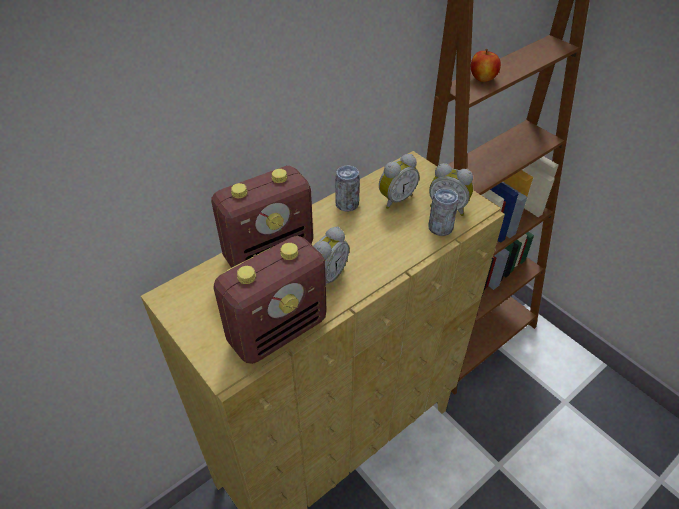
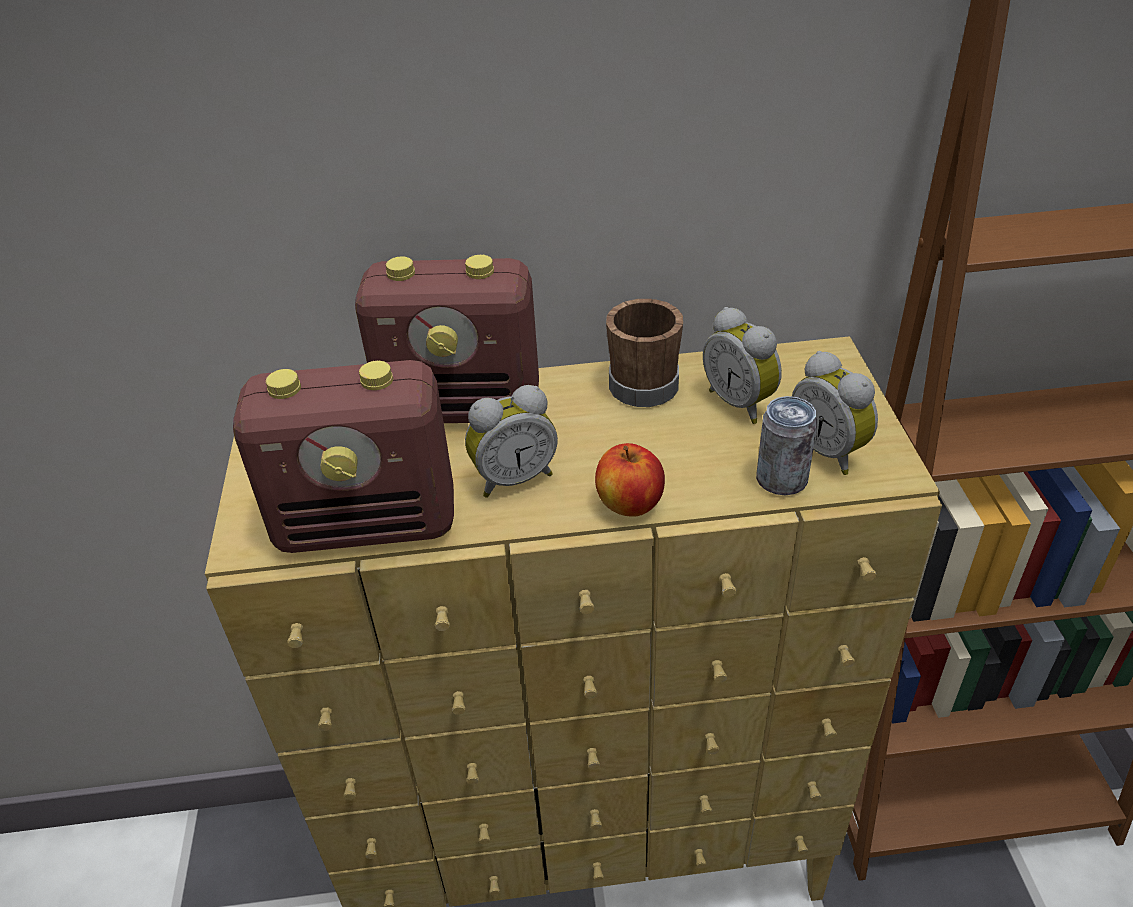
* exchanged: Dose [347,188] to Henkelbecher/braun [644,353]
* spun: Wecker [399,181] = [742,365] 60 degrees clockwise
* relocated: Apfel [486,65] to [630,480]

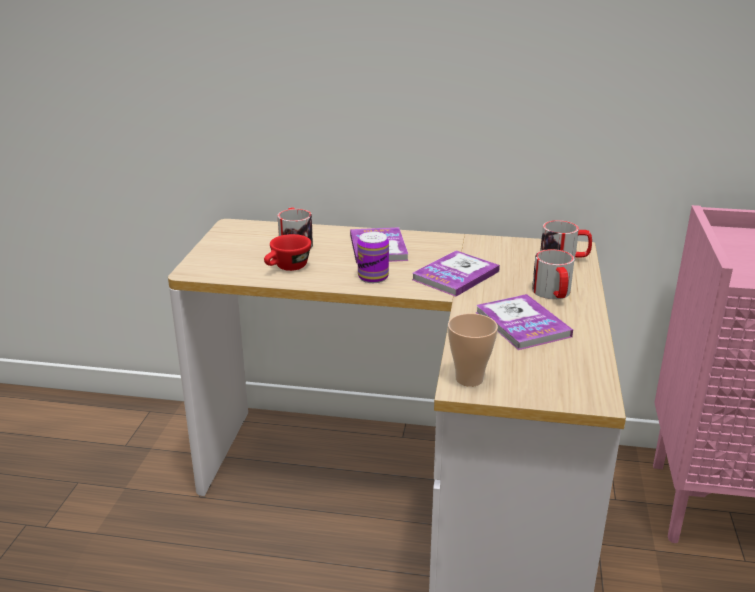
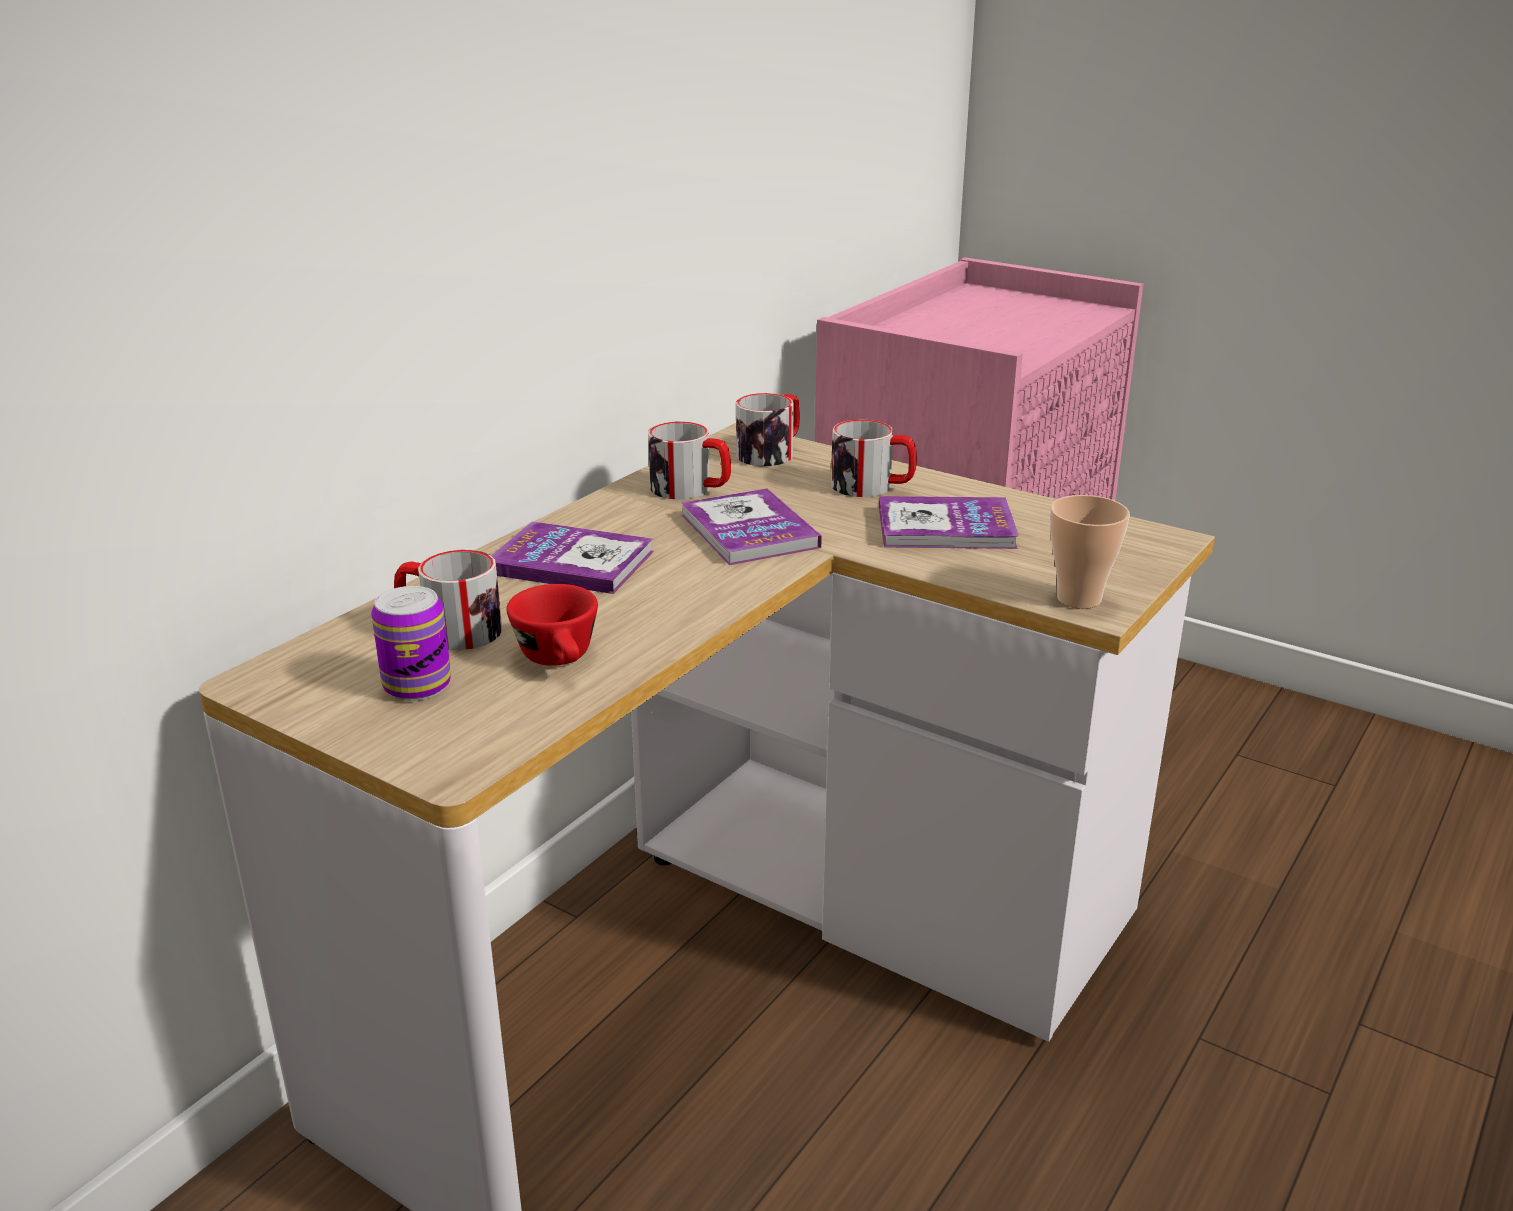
* relocated: Dose [373,257] to [411,643]
* appeared: Henkelbecher [689,460]

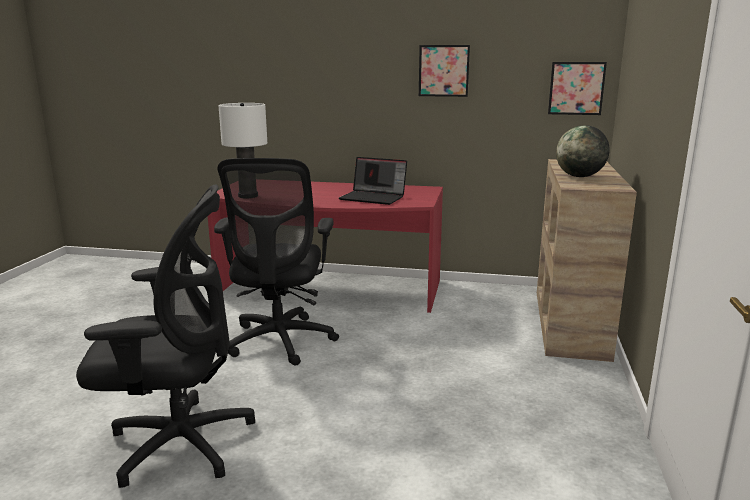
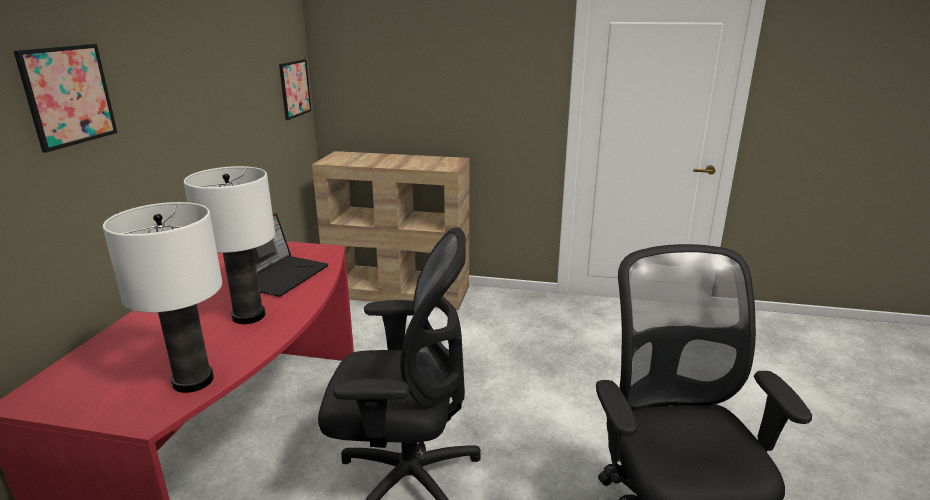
* relocated: Bild [444,71] to [65,98]
* missing: Globus [583,151]
* appeared: Tischlampe/weiß [229,245]

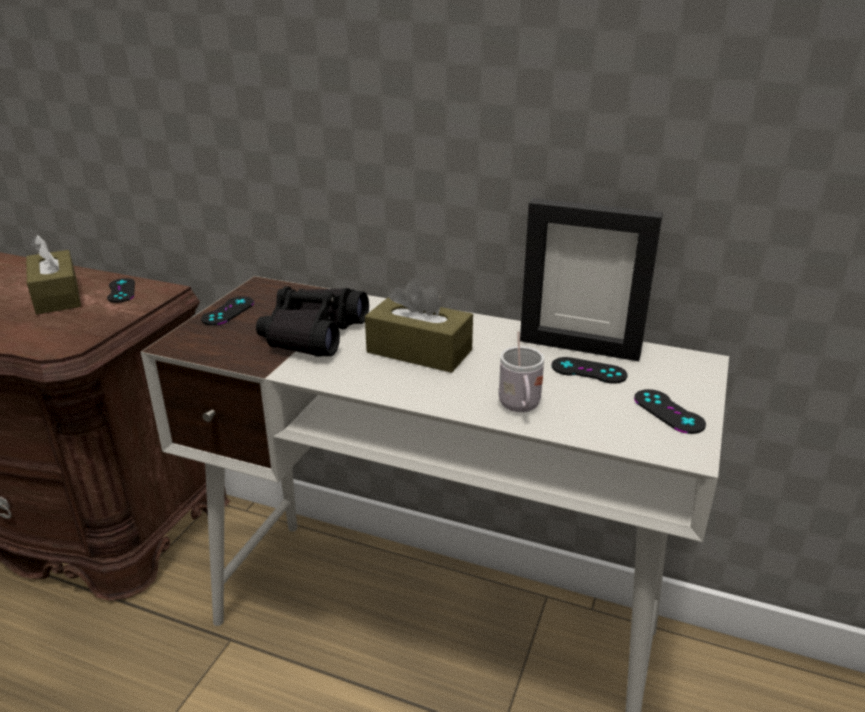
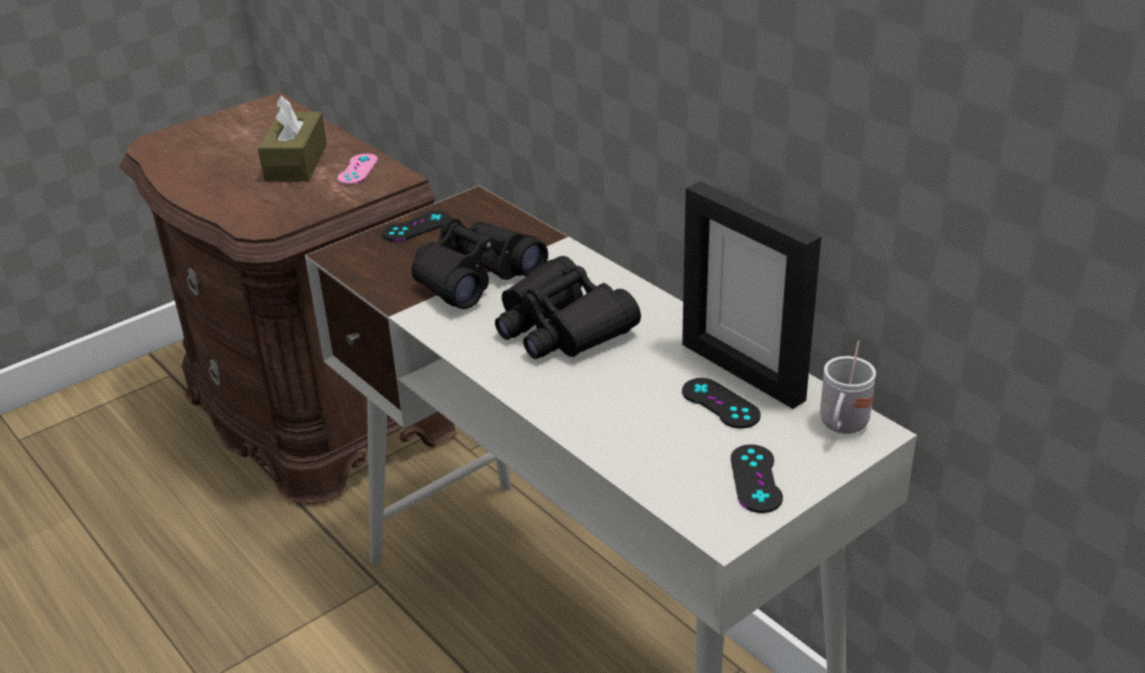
* colour: Gamepad/schwarz [121,290] to Gamepad/rosa [357,169]
* exchanged: Taschentuchbox/braun [419,325] to Fernglas/schwarz [568,307]
* relocated: Henkelbecher/weiß [521,372] to [848,387]

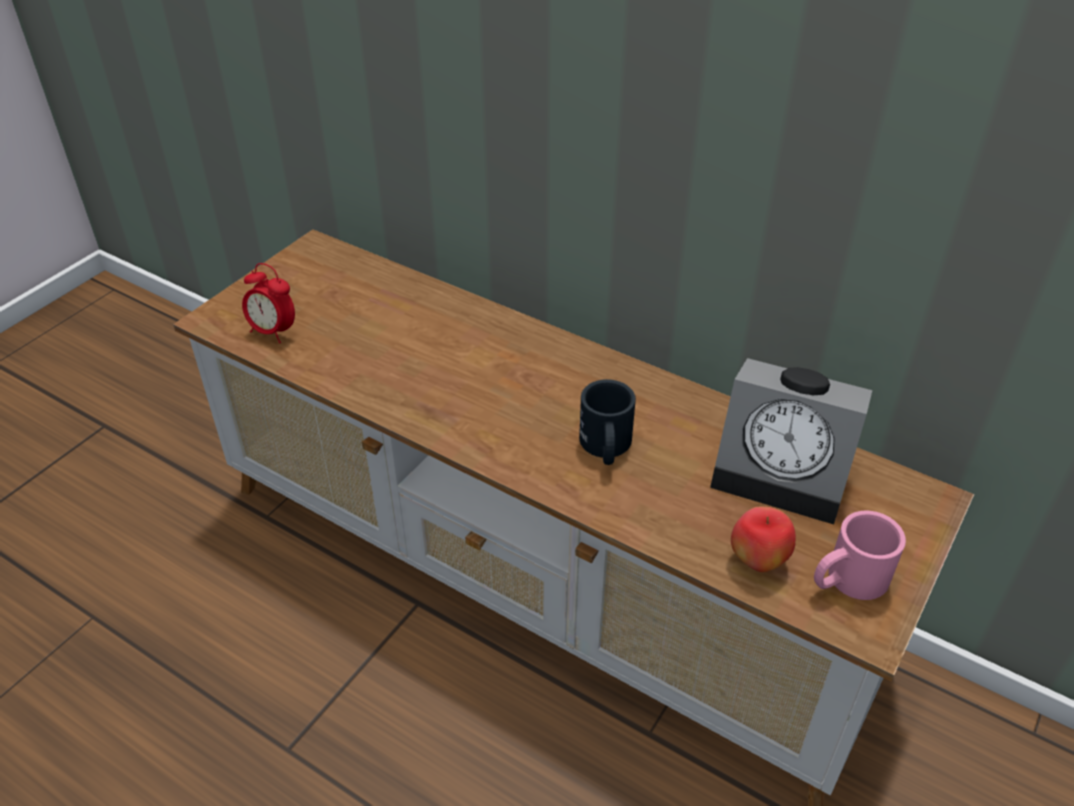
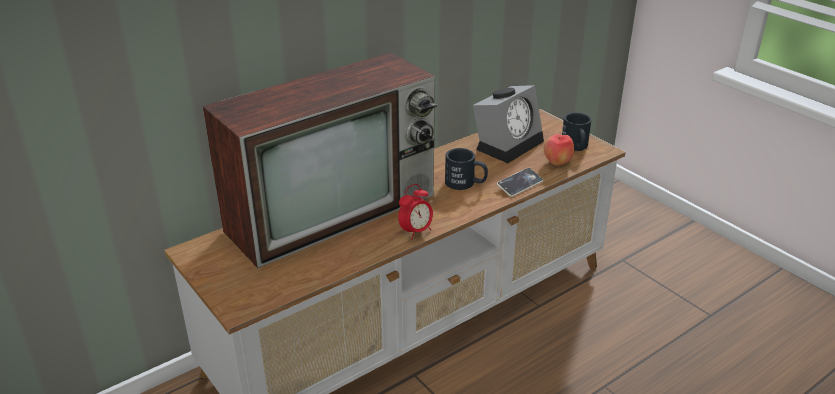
* relocated: Wecker [268,303] to [415,212]
* colour: Henkelbecher/rosa [860,555] to Henkelbecher/schwarz [576,131]
* appeared: Fernseher [320,160]
* appeared: Handy [520,182]

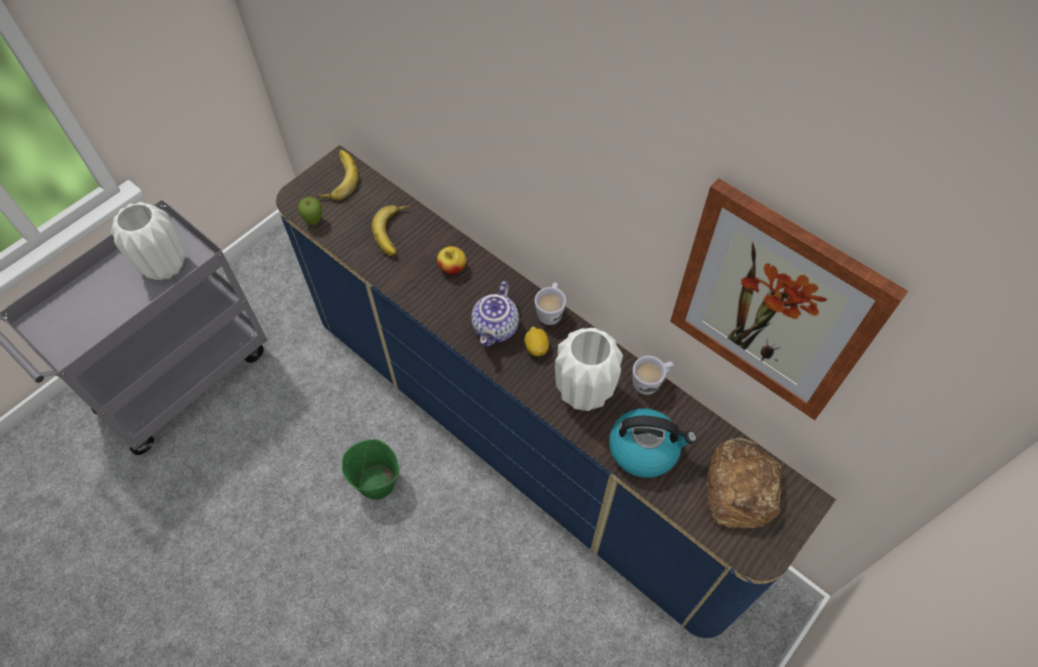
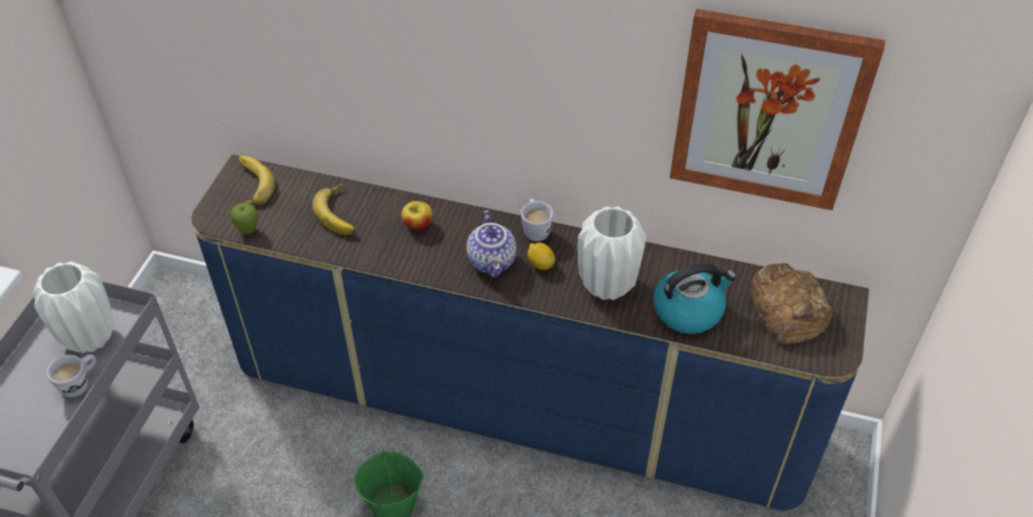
* relocated: Henkelbecher/weiß [653,375] to [71,376]

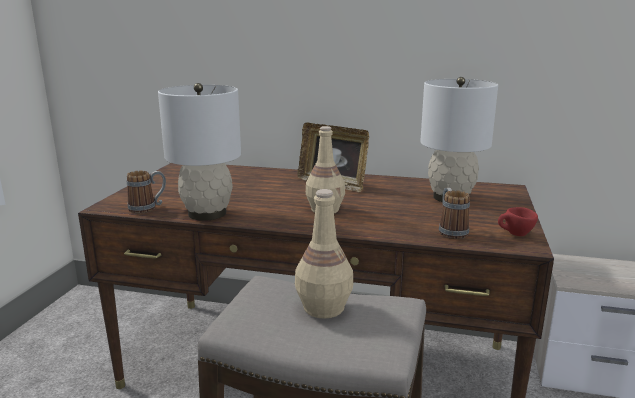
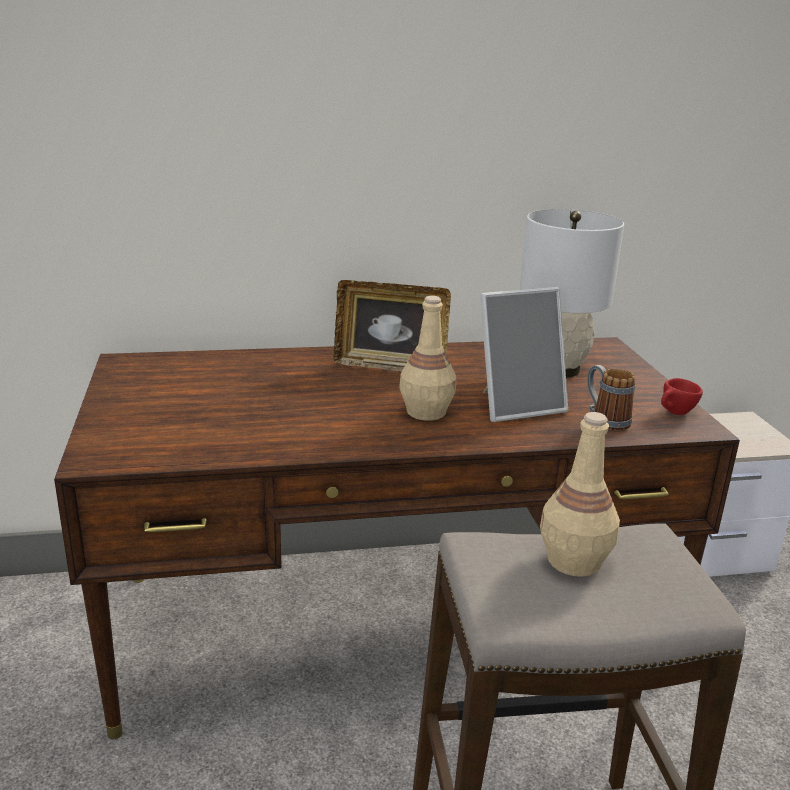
* missing: Henkelbecher [146,192]
* missing: Tischlampe/weiß [199,152]
* appeared: Bilderrahmen [524,354]

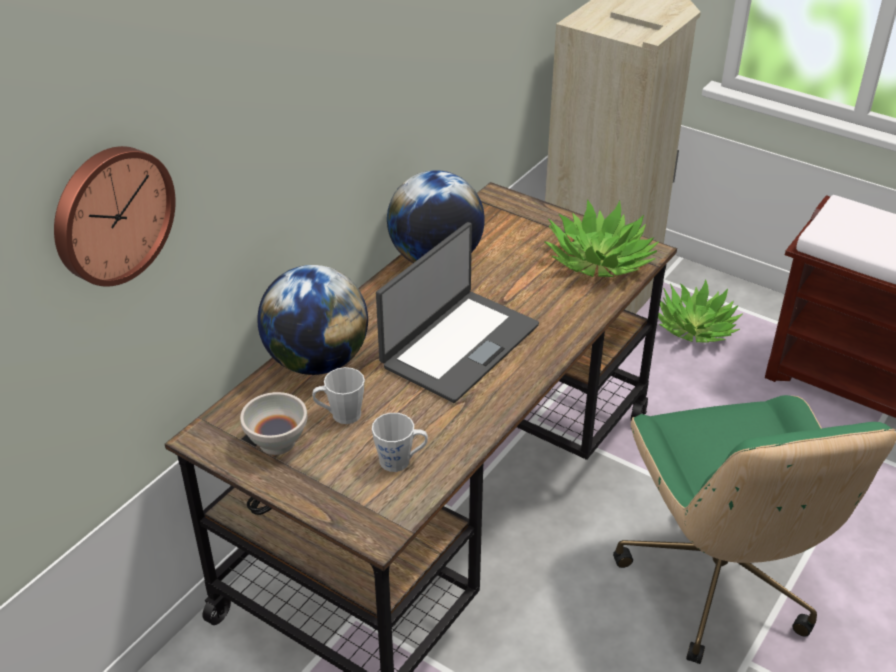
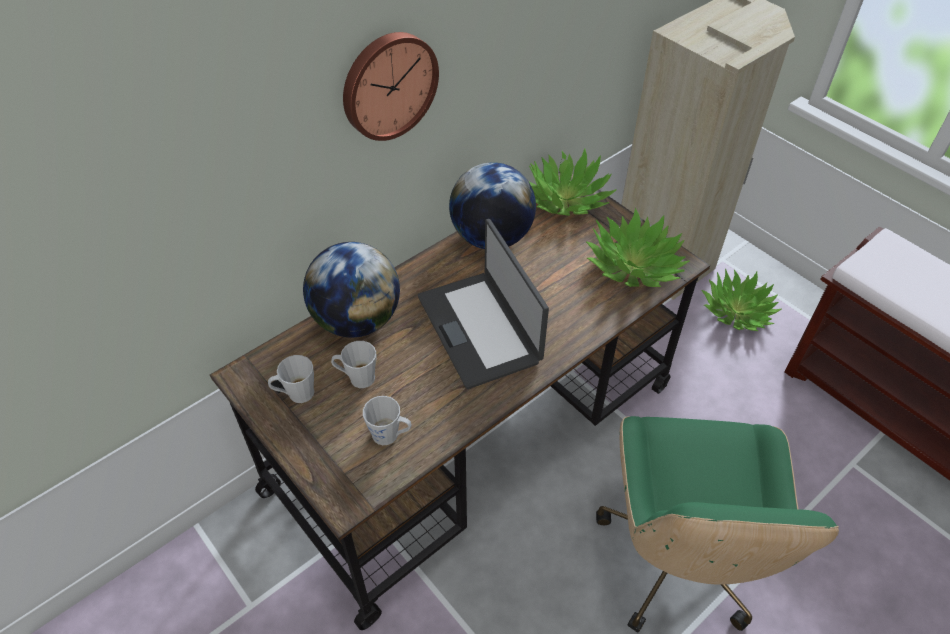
* relocated: Wanduhr [115,216] to [391,86]
* exchanged: Schüssel/weiß [273,423] to Henkelbecher/grau [291,379]
* spun: Laptop [457,312] = [483,304] 105 degrees clockwise
* appeared: Topfpflanze [573,182]

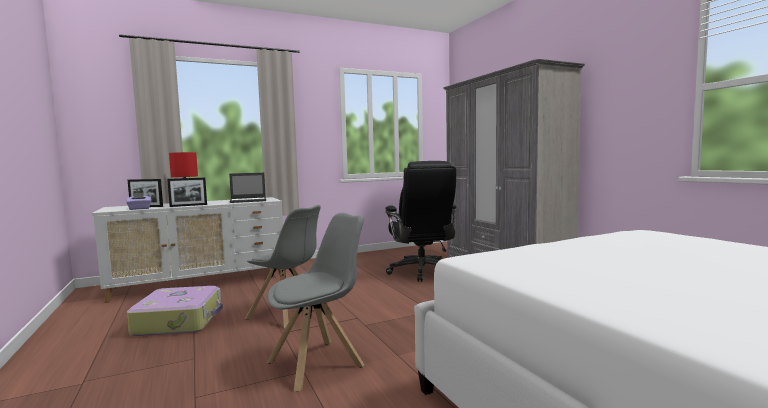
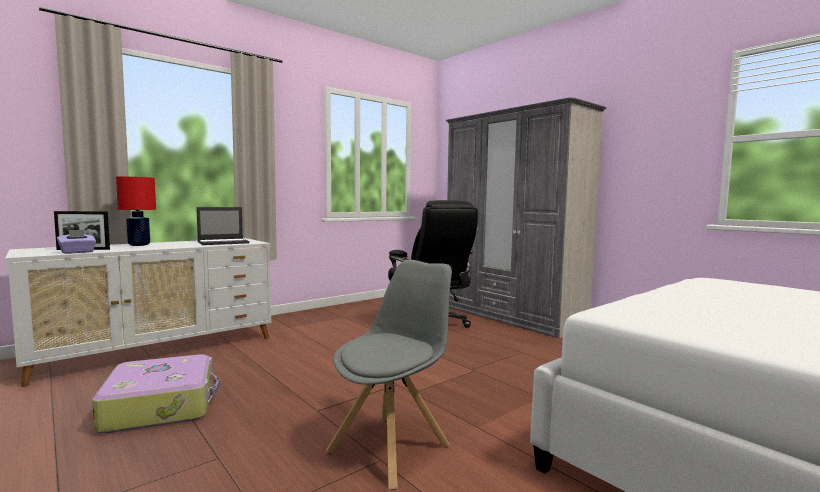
* missing: Bilderrahmen [187,192]
* missing: Stuhl/grau [283,267]

